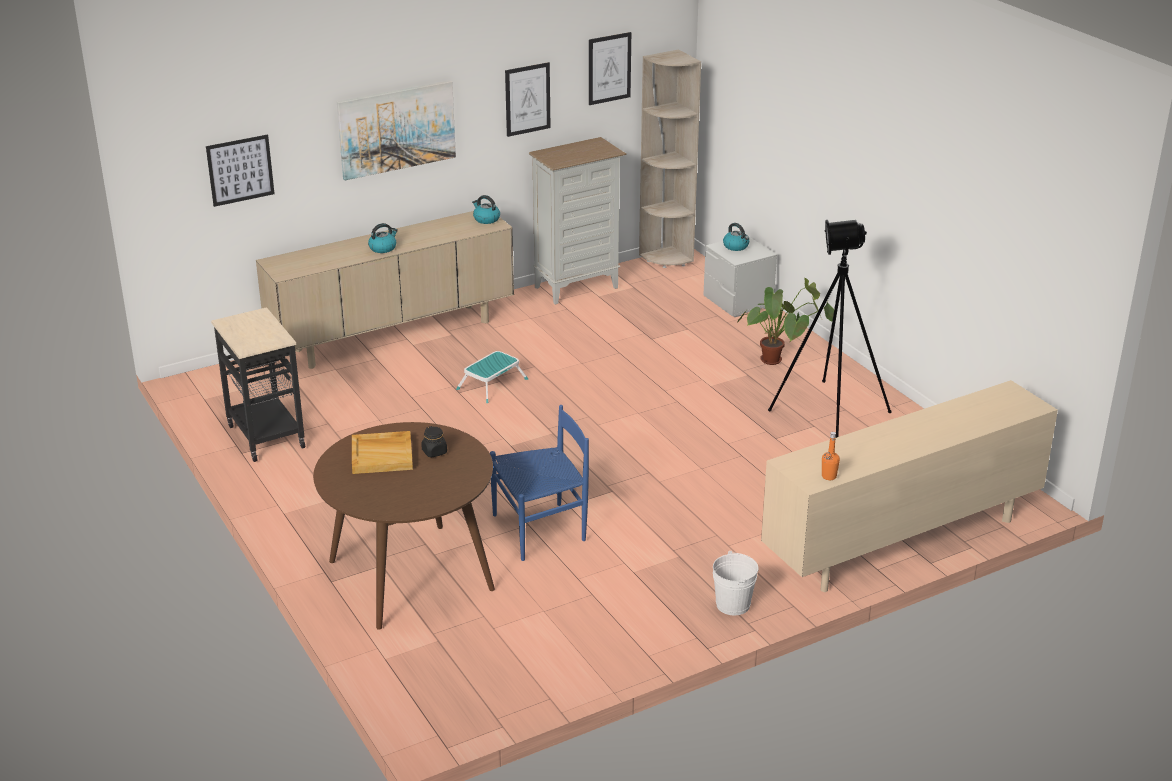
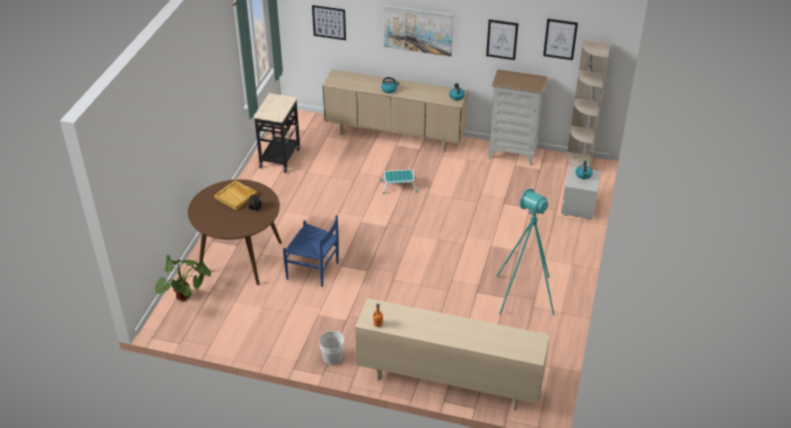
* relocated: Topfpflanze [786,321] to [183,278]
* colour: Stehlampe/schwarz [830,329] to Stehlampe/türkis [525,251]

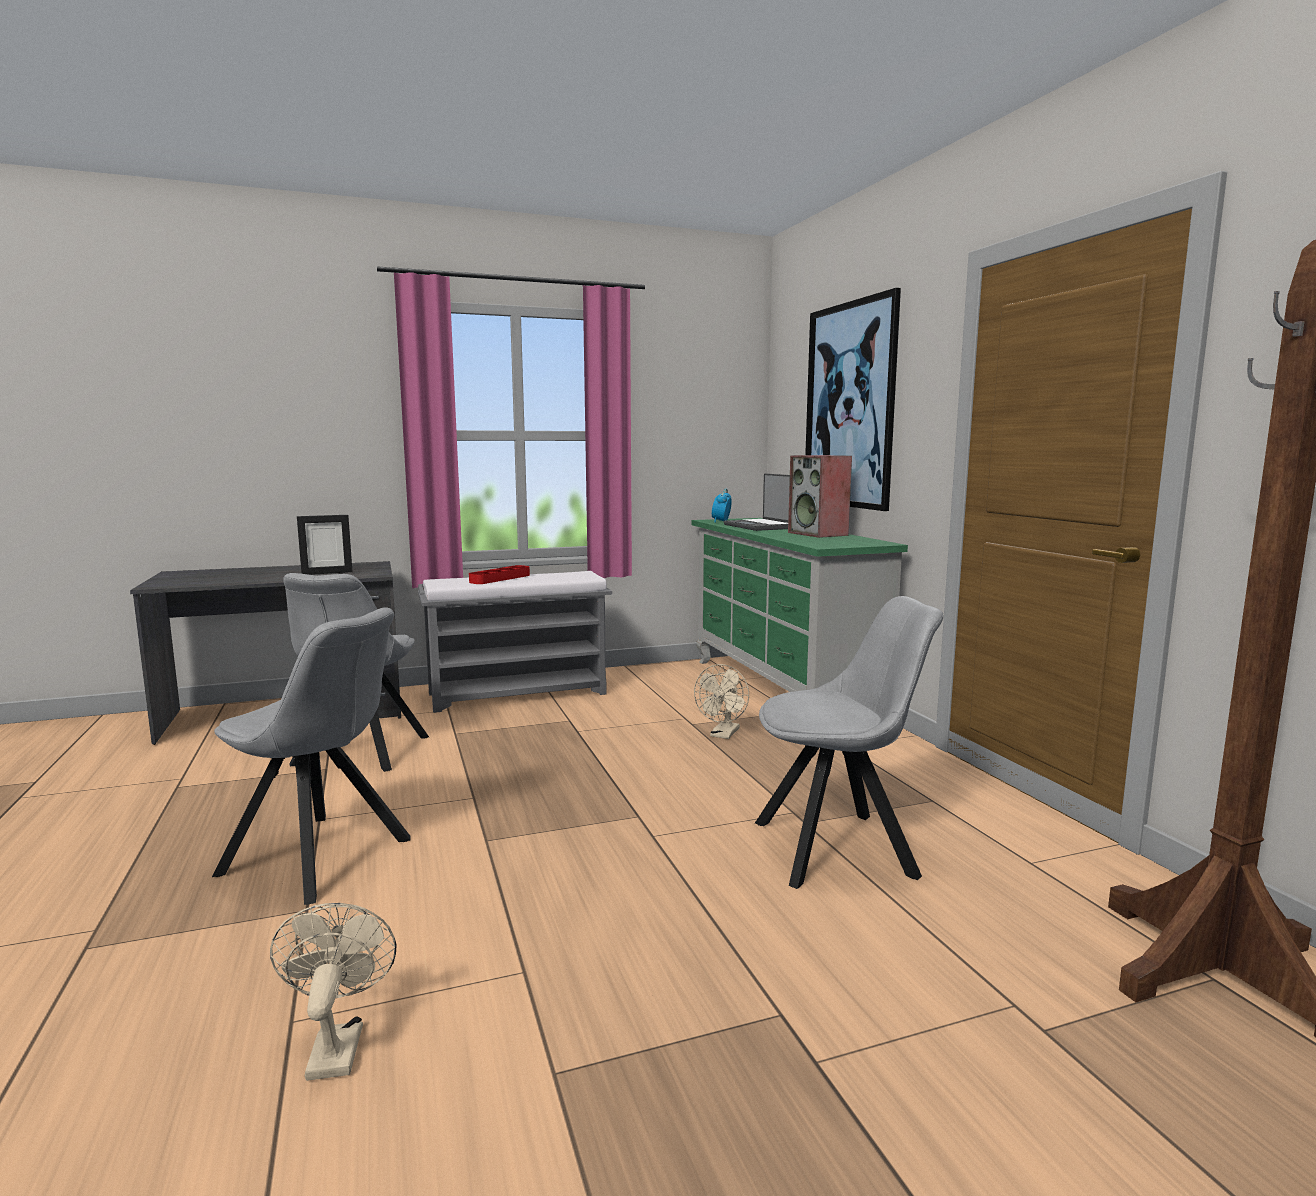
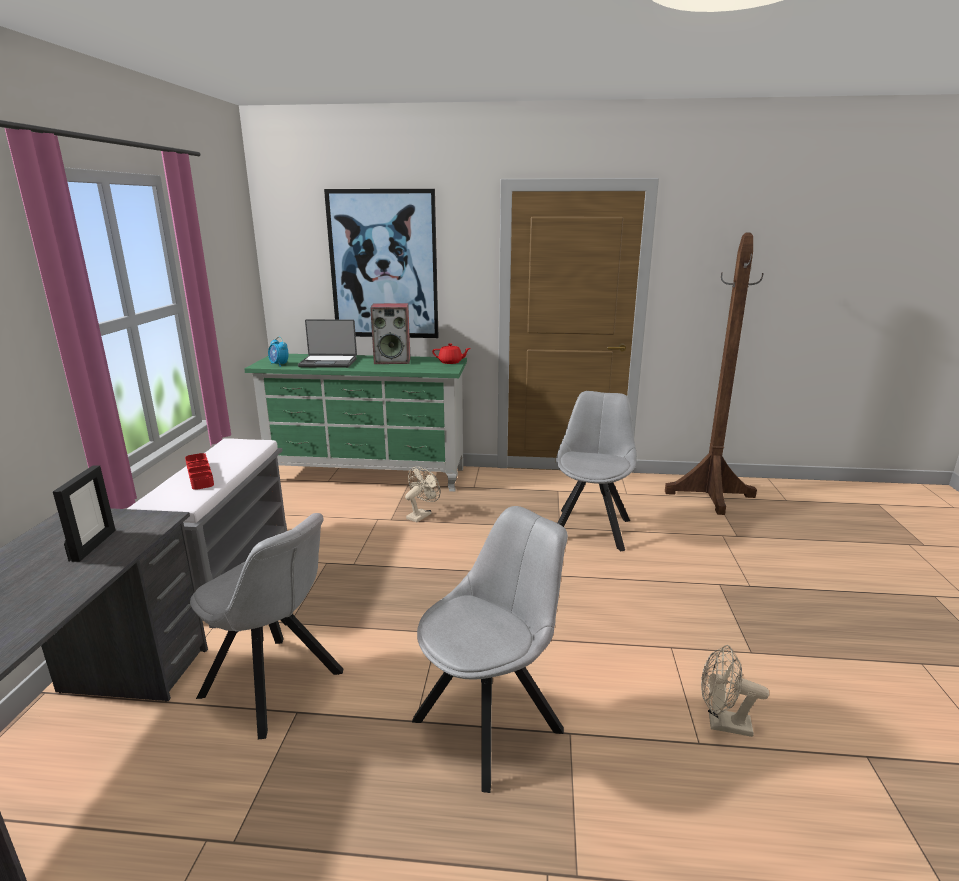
* spun: Ventilator/beige [721,701] = [423,494] 105 degrees counterclockwise
* appeared: Teekanne/rot [451,353]

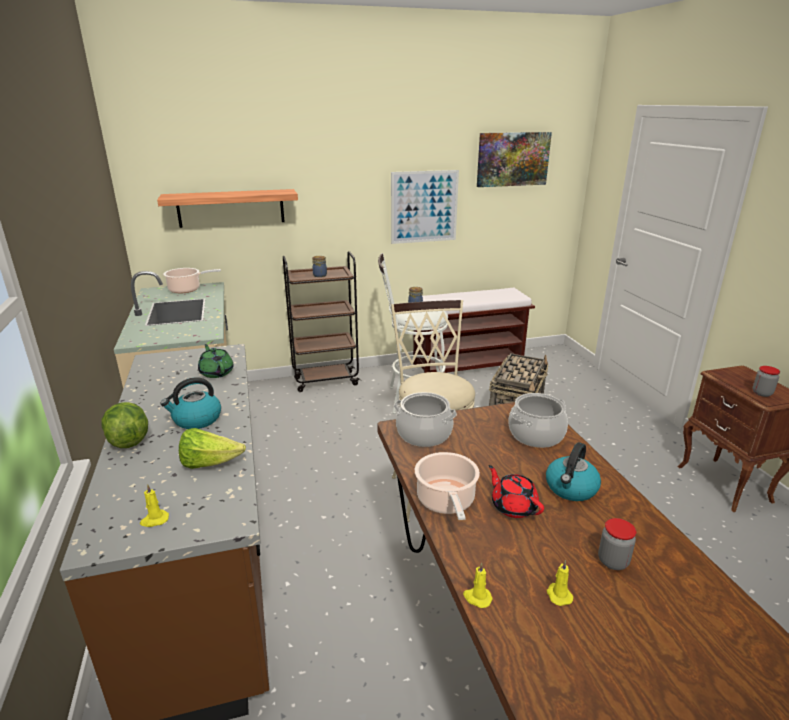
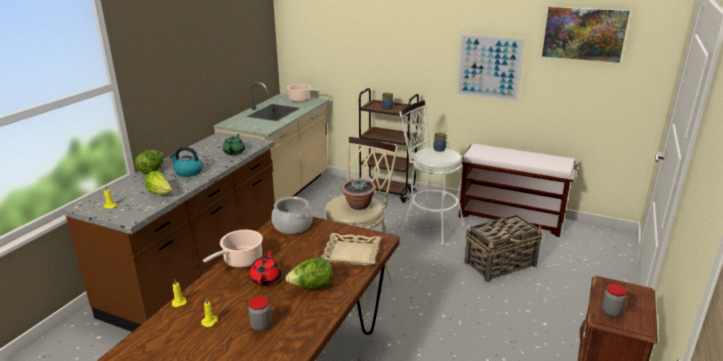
* missing: Wandregal [227,208]
* exchanged: Kochtopf [538,420] to Tablett/beige [351,249]
* exchanged: Wasserkessel [573,471] to Salatkopf [309,273]
* appeared: Topfpflanze [358,194]

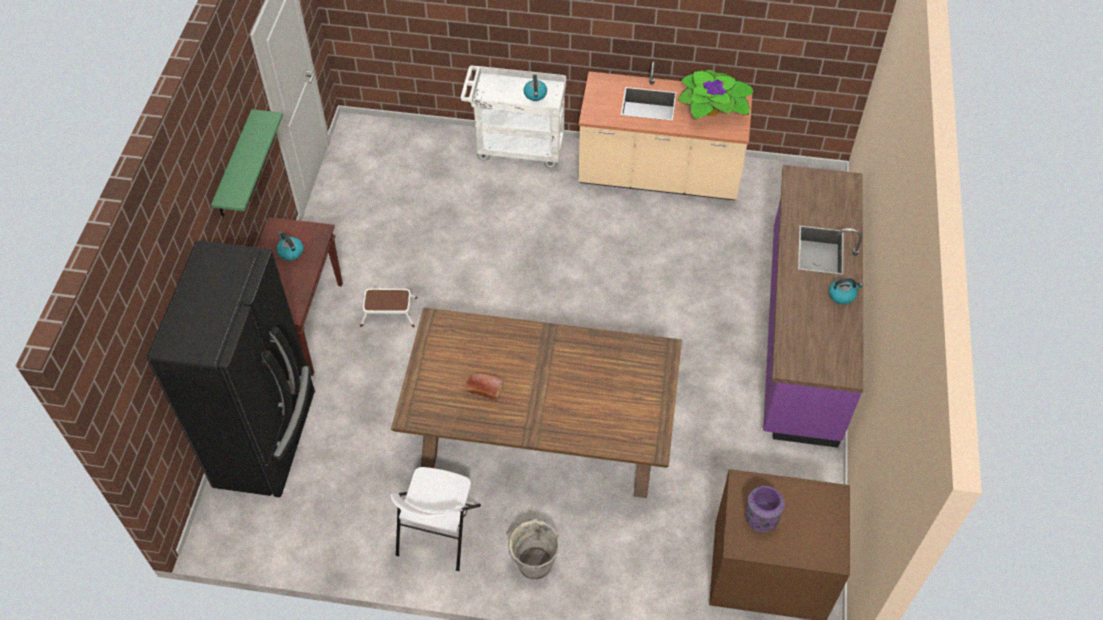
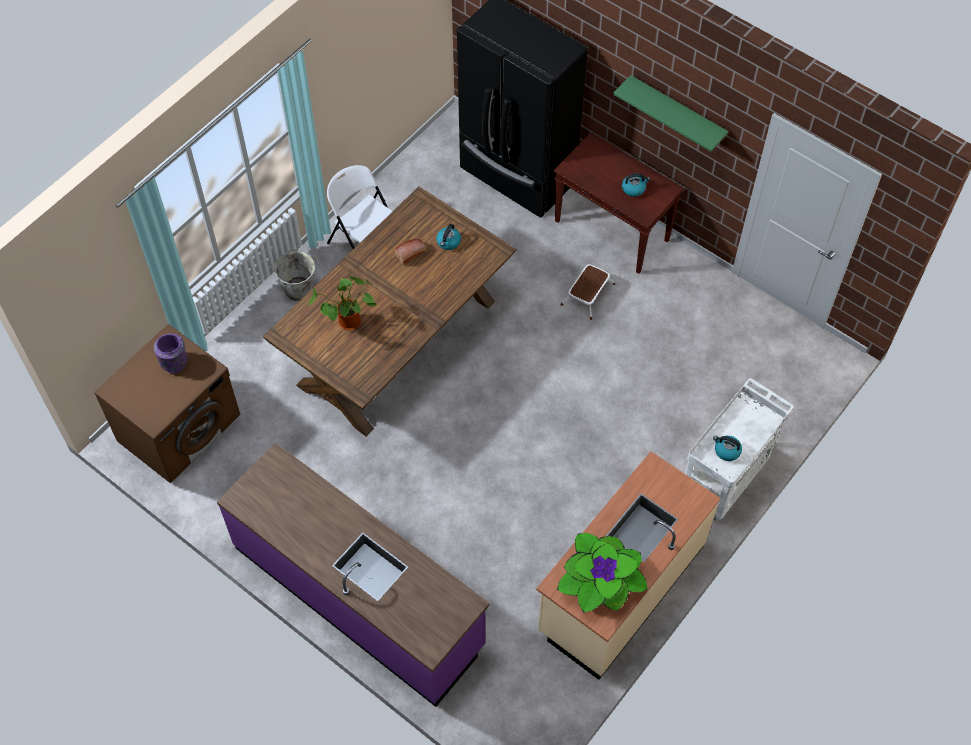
* relocated: Wasserkessel [846,291] to [448,237]
* appeared: Topfpflanze [343,303]

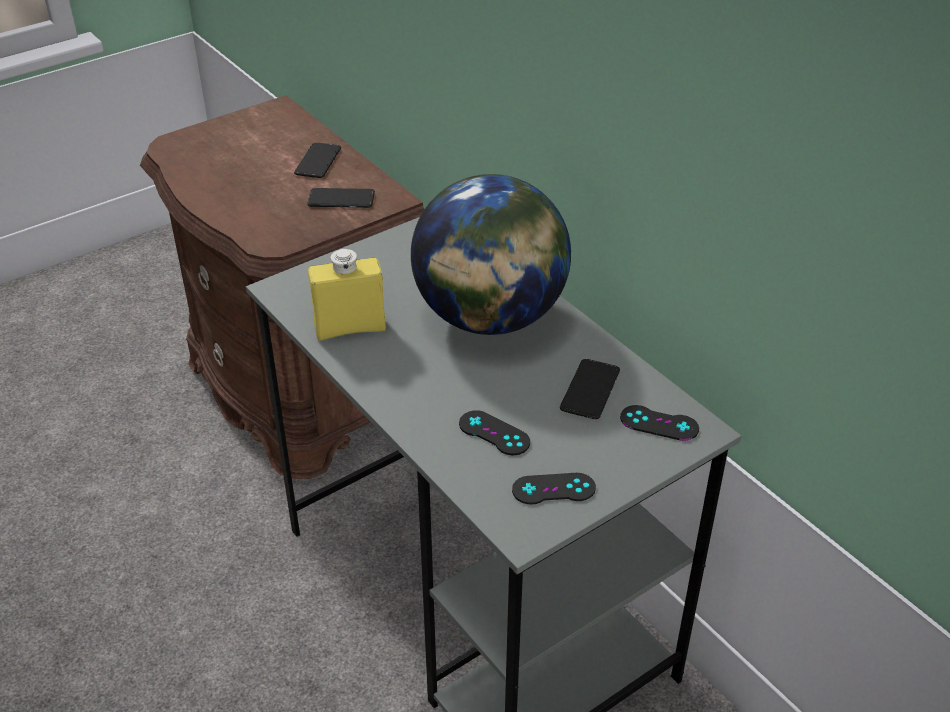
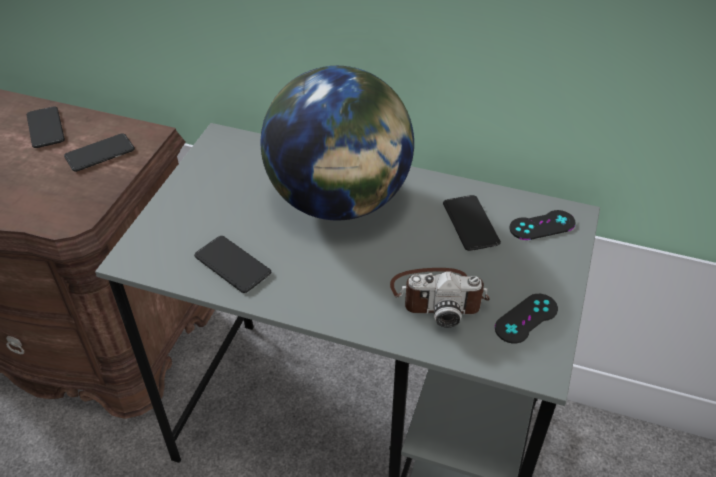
* exchanged: Flasche/gelb [347,295] to Handy [232,264]
* exchanged: Gamepad/schwarz [494,432] to Kamera [440,298]

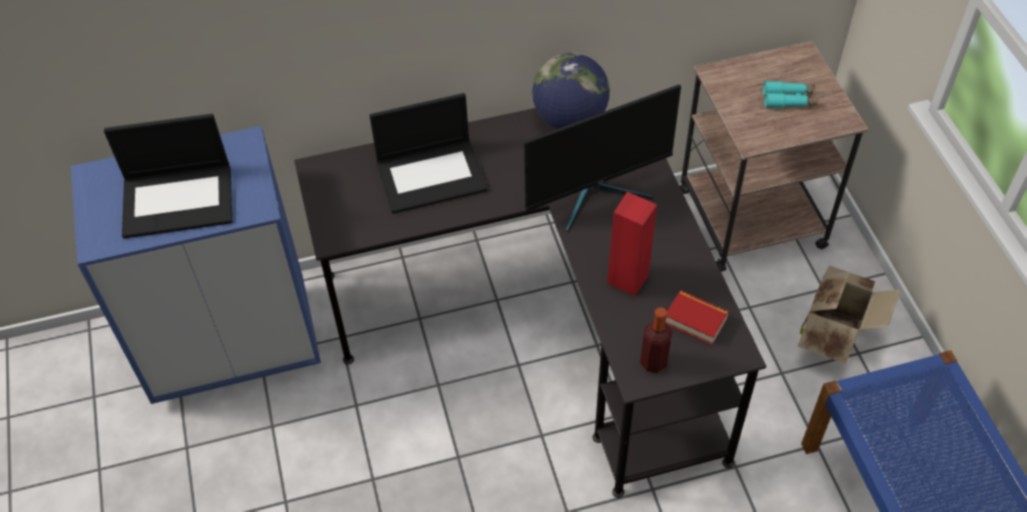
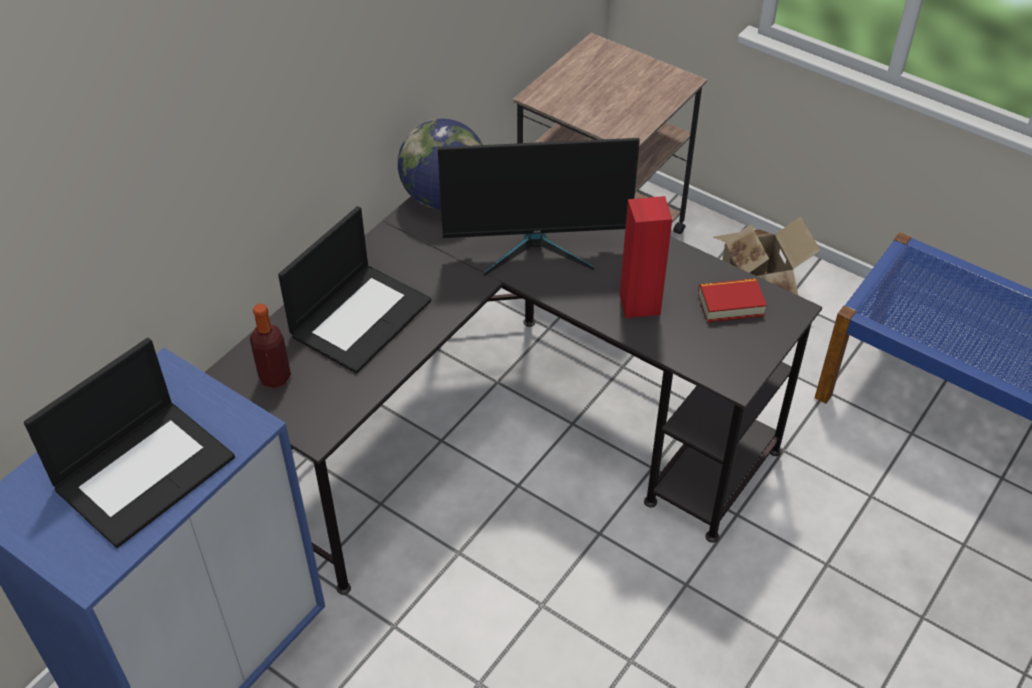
* spun: Monitor [602,158] = [539,207] 60 degrees clockwise
* relocated: Flasche [656,340] to [270,345]
* missing: Fernglas/türkis [790,94]

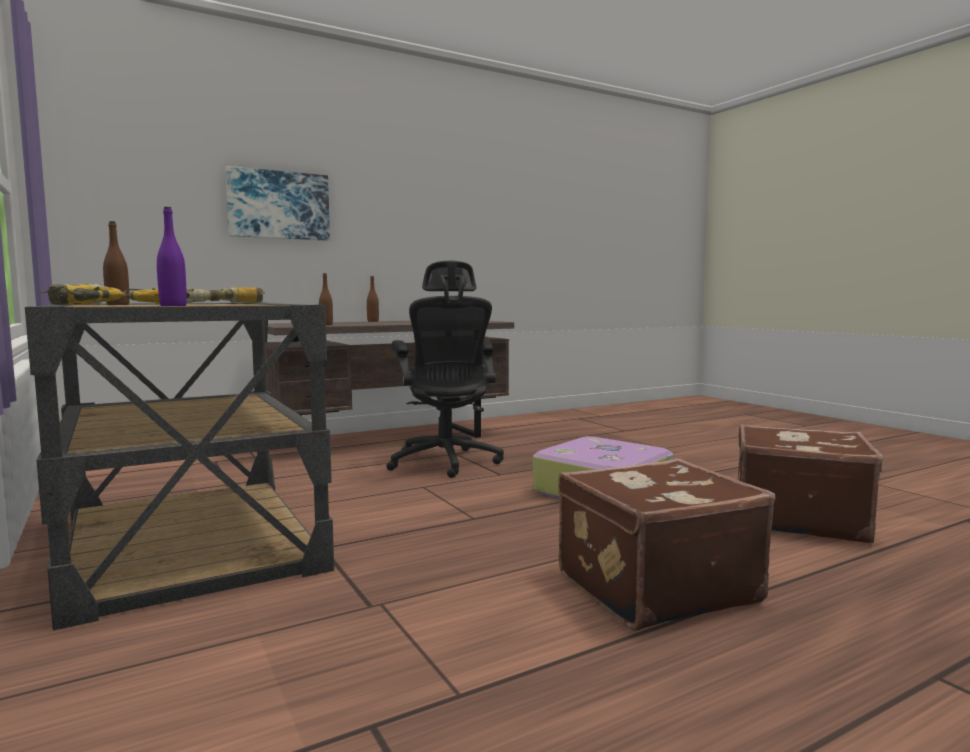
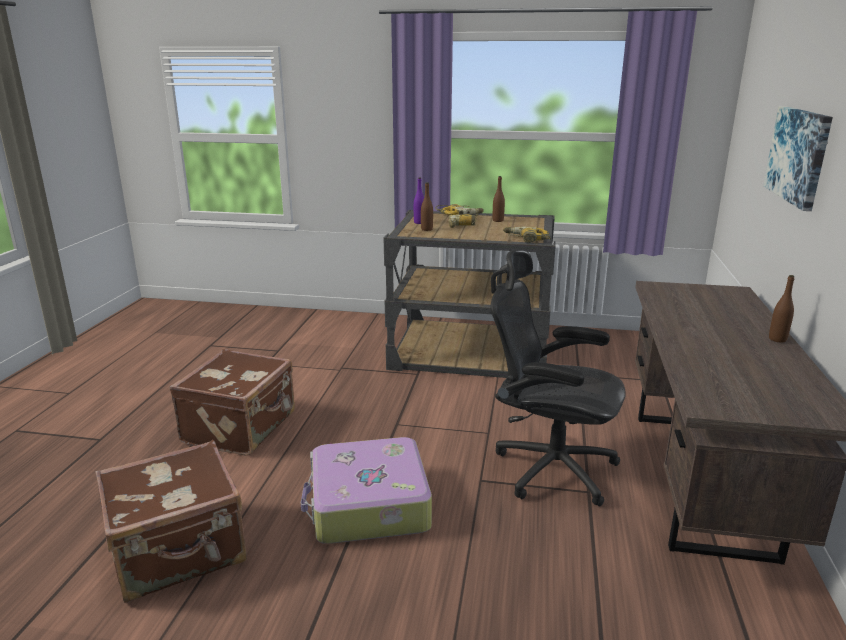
* relocated: Flasche/braun [326,299] to [427,207]

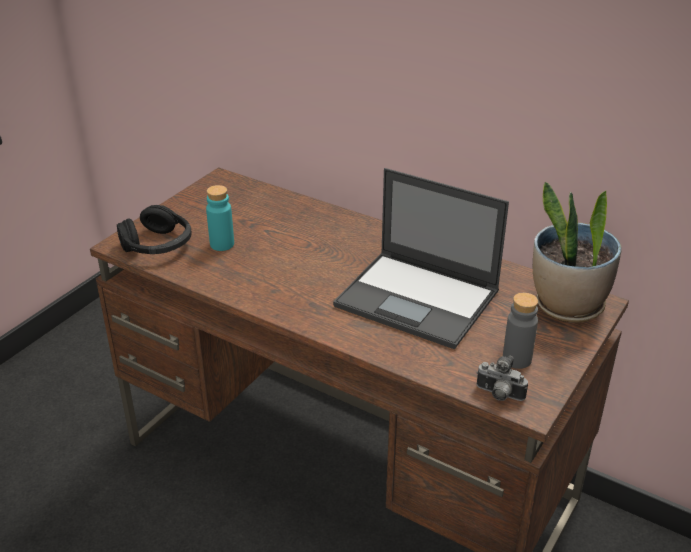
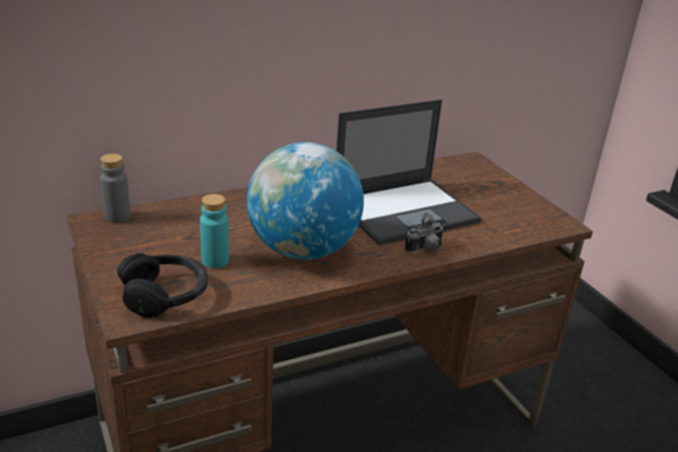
* relocated: Kamera [502,378] to [424,233]
* relocated: Flasche/grau [520,331] to [115,188]
* missing: Topfpflanze [577,252]
* appeared: Globus [305,201]

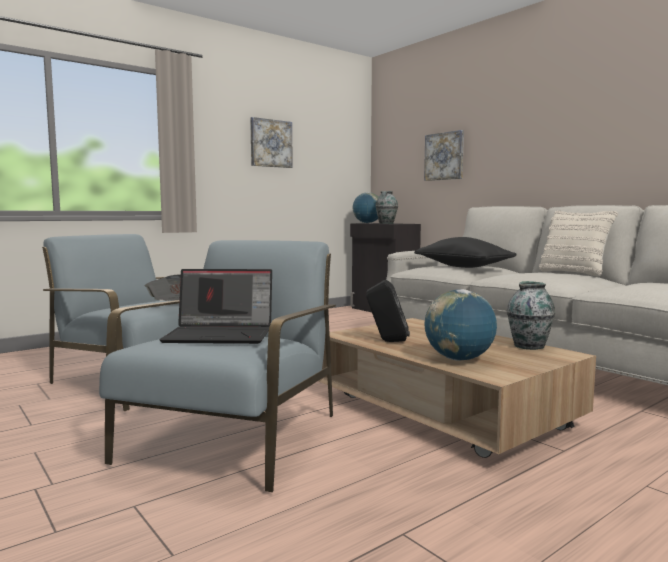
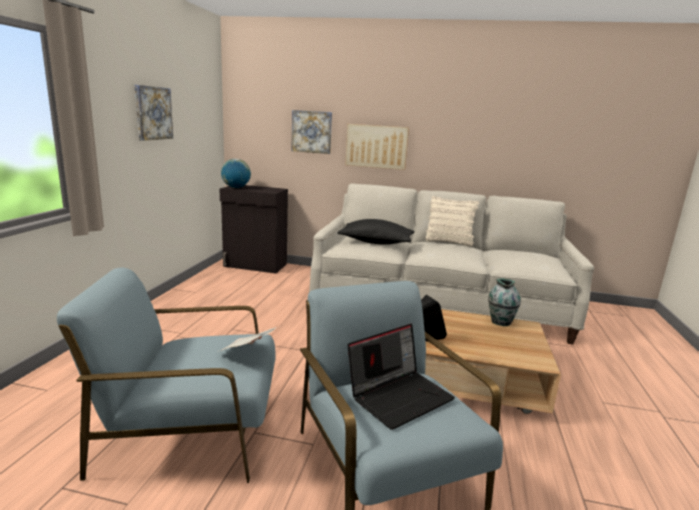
* missing: Vase [386,207]
* missing: Globus [460,325]
* appeared: Bild [377,147]

